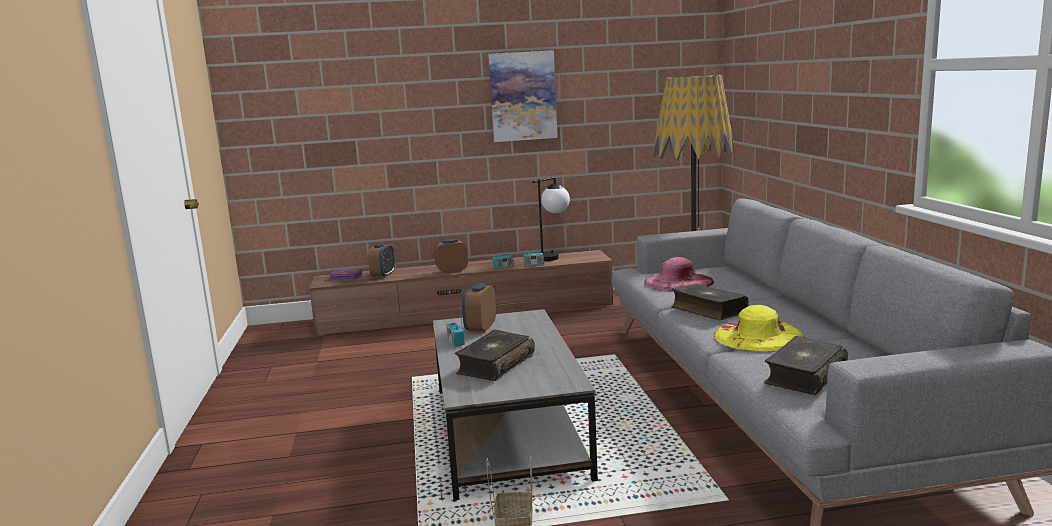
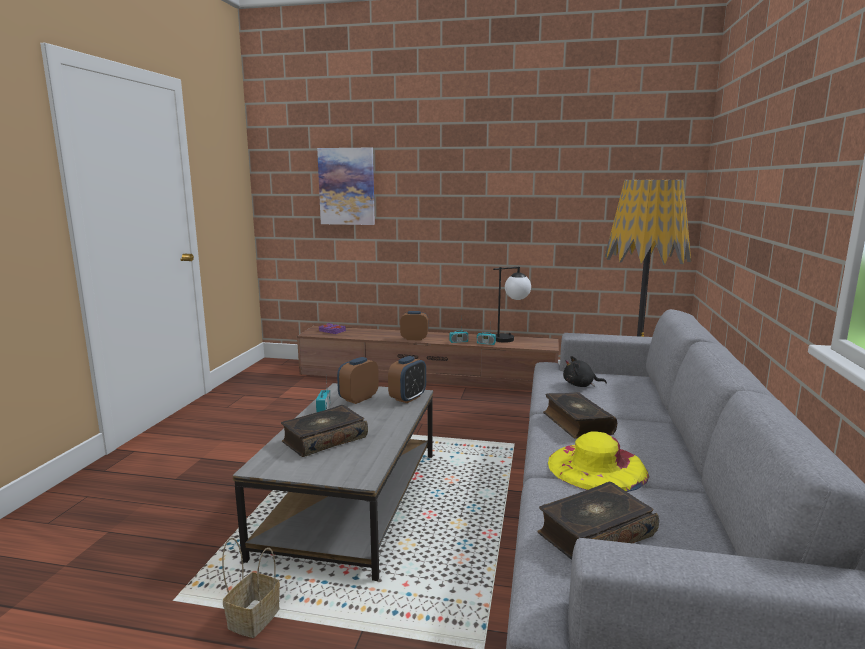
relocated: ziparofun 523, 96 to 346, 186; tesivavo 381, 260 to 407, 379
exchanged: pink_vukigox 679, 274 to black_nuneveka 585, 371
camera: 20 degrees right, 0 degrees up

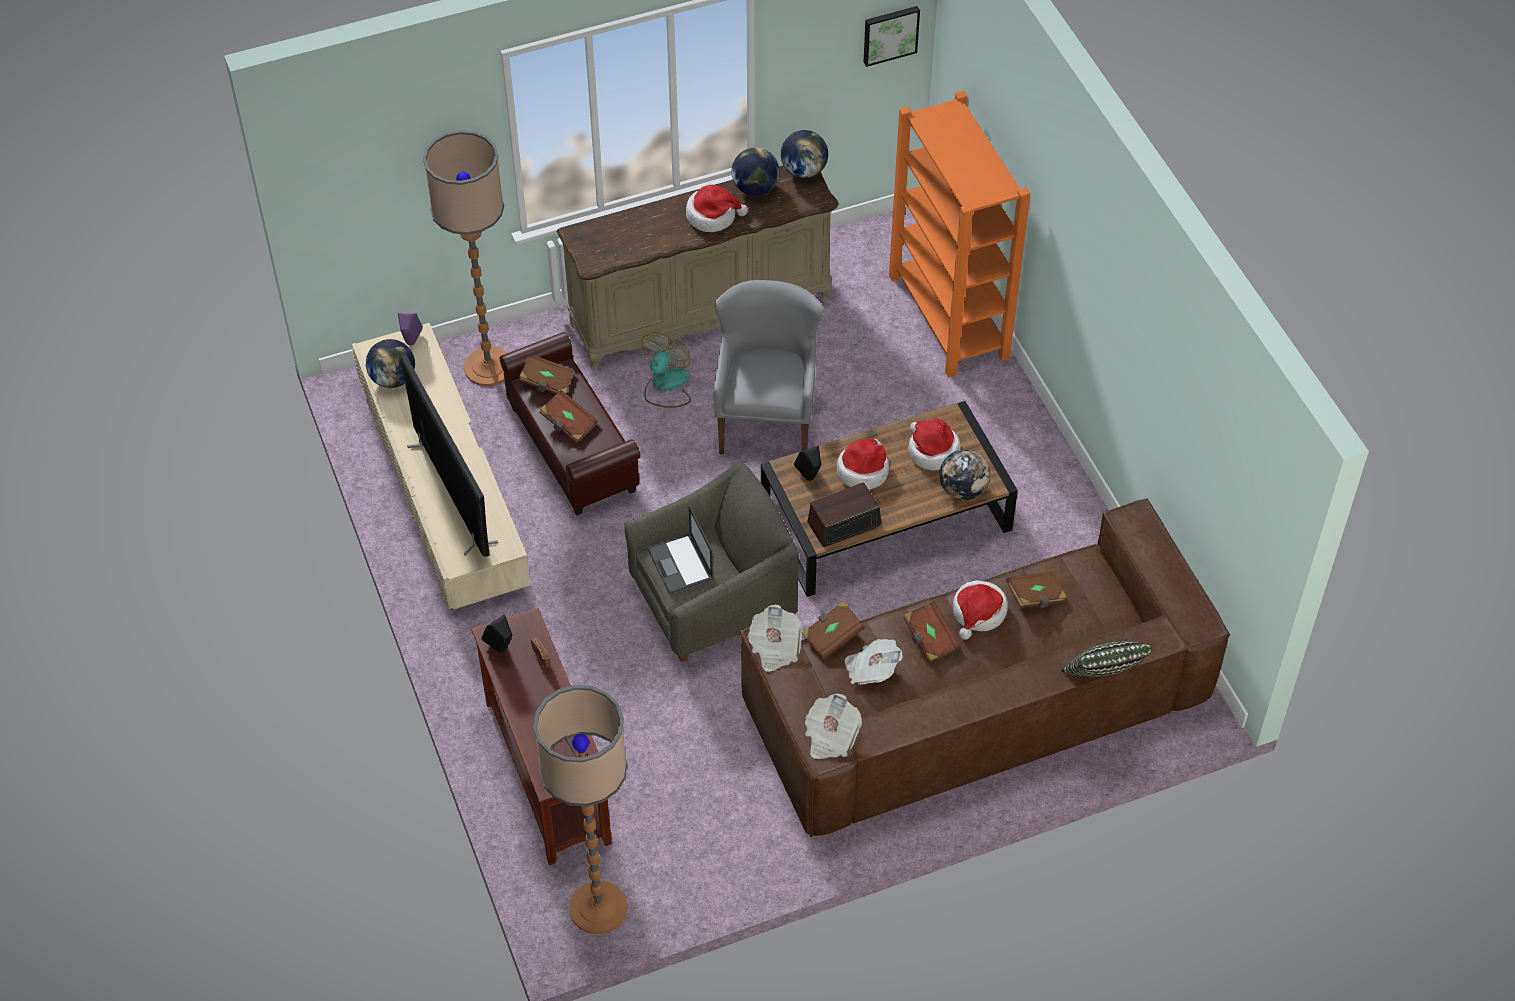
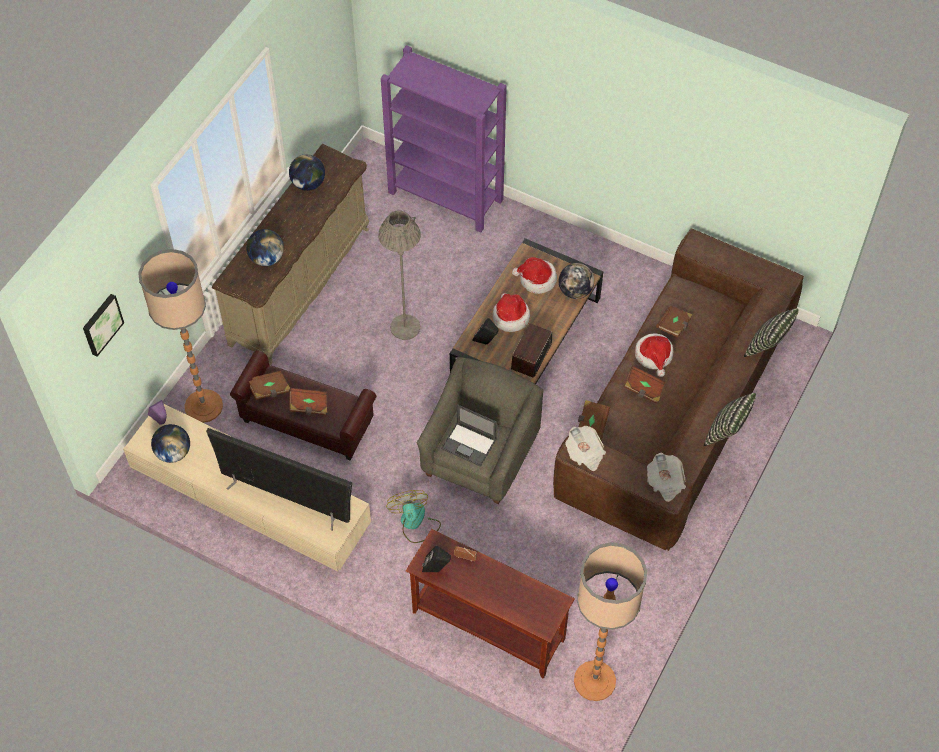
missing: vukigox 717, 208; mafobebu 874, 661
appeared: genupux 729, 419
relocated: ziparofun 891, 36 to 103, 325; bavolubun 804, 154 to 265, 247; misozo 666, 370 to 413, 516
exchanged: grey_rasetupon 769, 367 to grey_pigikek 399, 275
colour: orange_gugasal 959, 234 to purple_gugasal 444, 138
camera: 40 degrees left, 5 degrees up

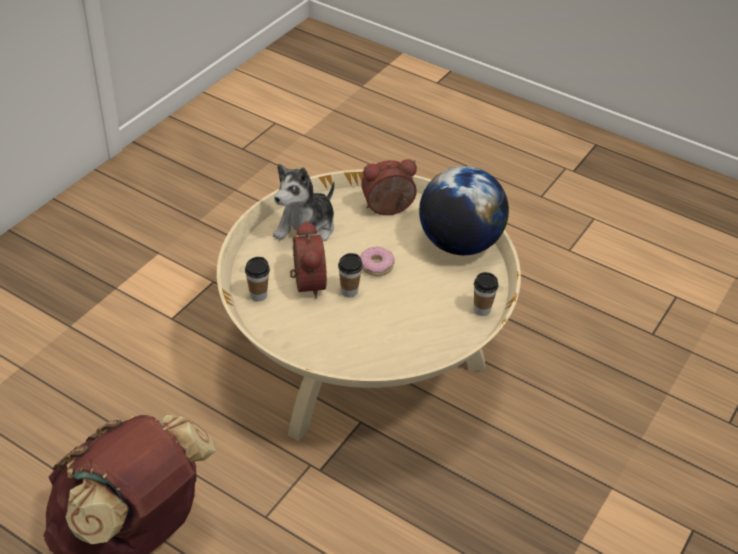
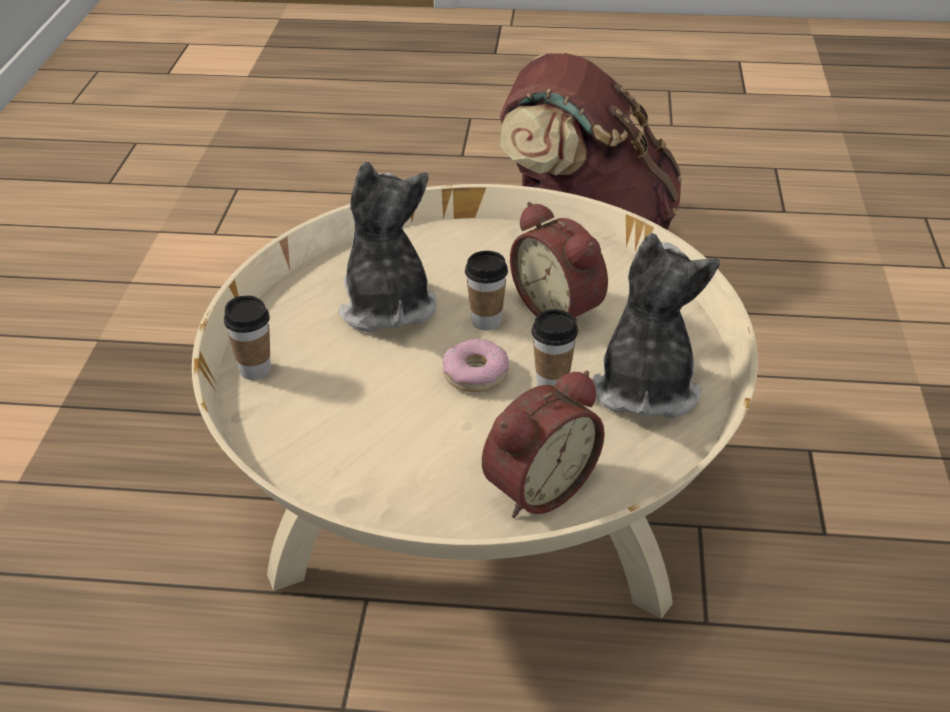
missing: bavolubun 464, 210
appeared: nuneveka 387, 246
relocated: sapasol 257, 279 to 554, 347
camera: 155 degrees right, 5 degrees down

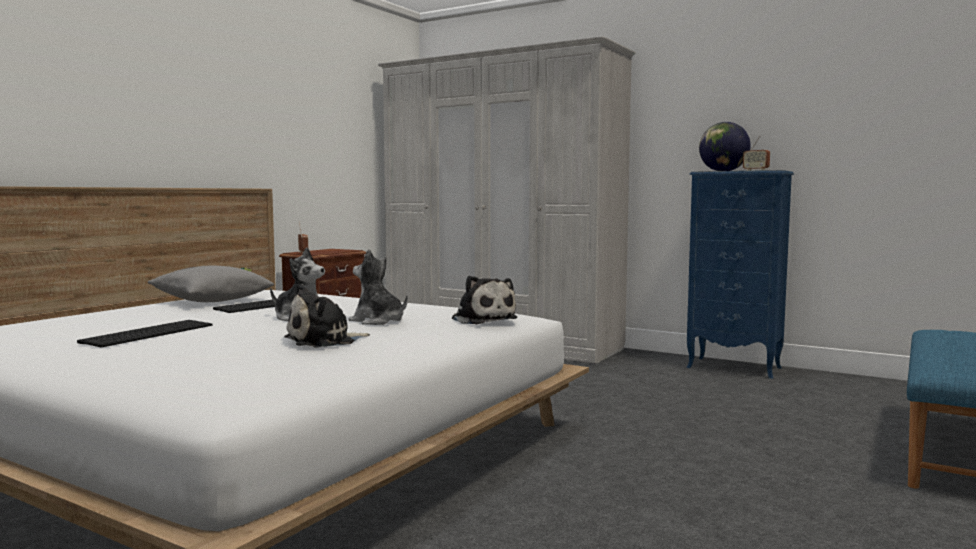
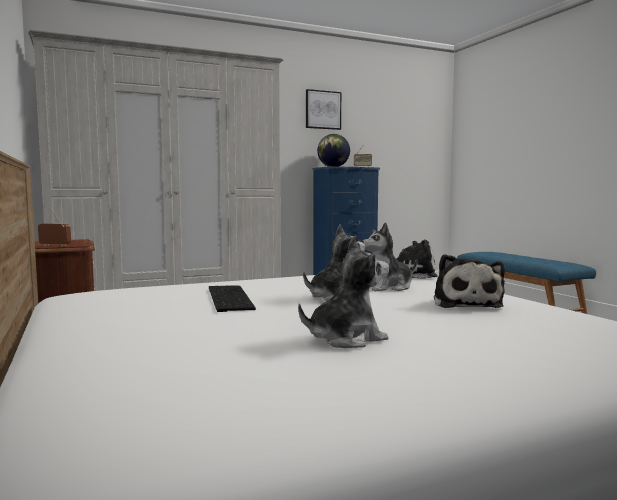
missing: grey_genupux 211, 284
appeared: ziparofun 323, 109
exchanged: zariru 144, 333 to nuneveka 343, 292
camera: 55 degrees left, 0 degrees up

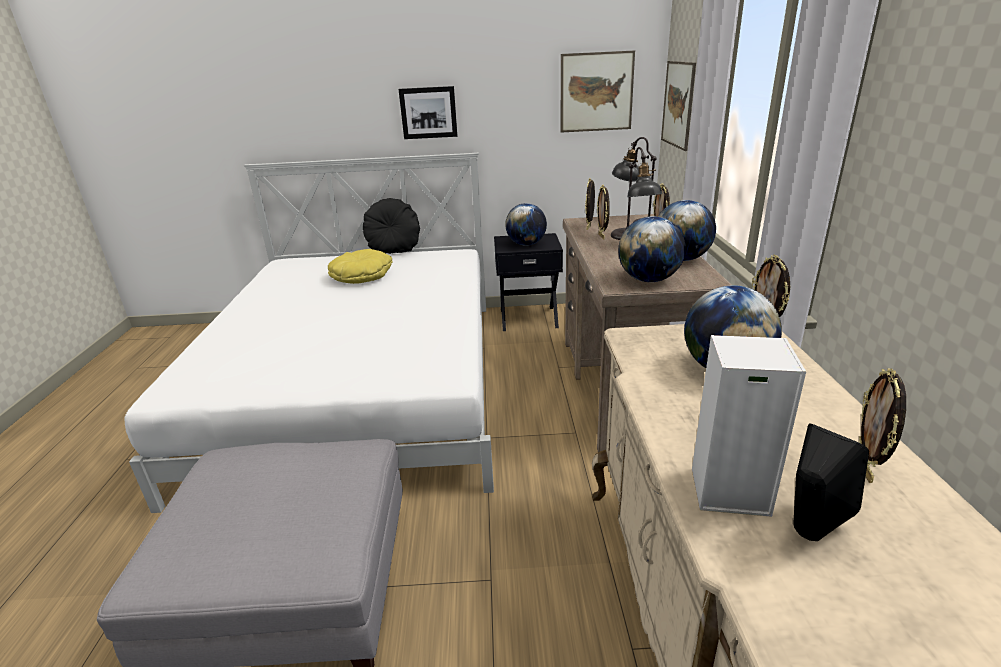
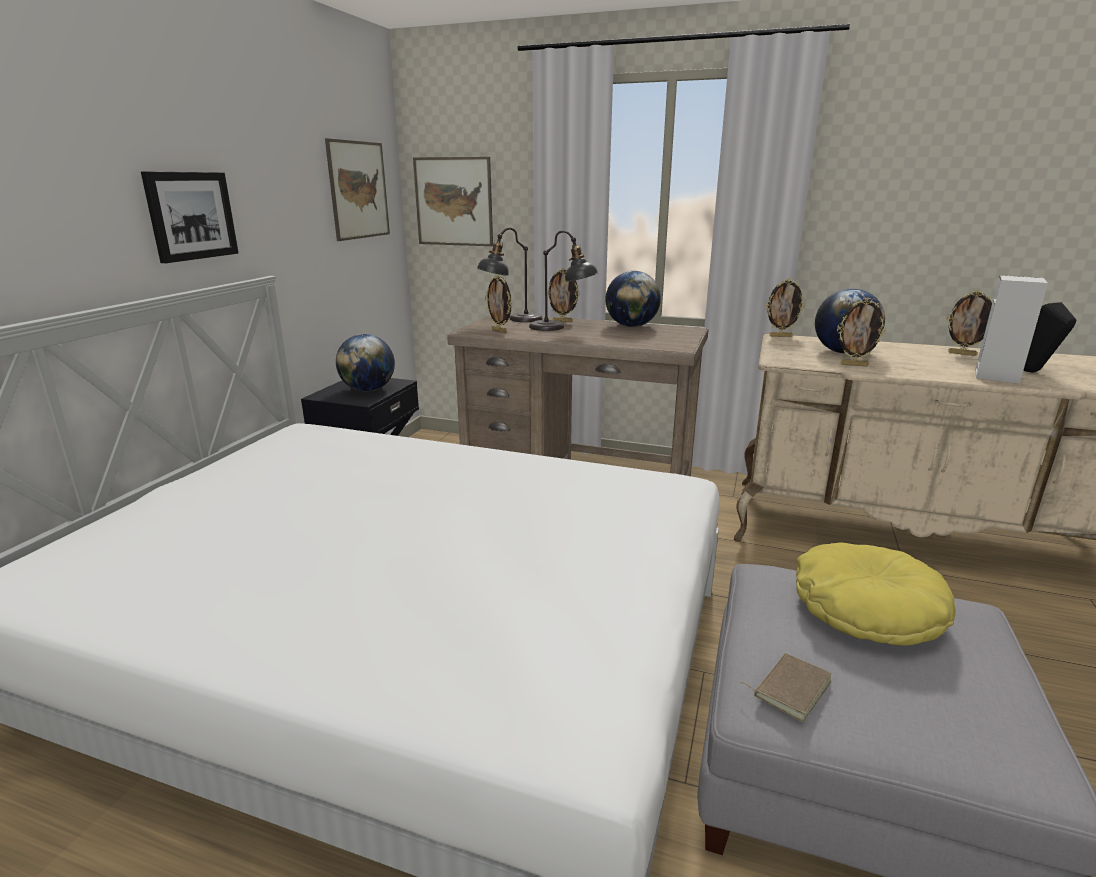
missing: black_genupux 391, 226; bavolubun 652, 249
appeared: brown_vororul 785, 687
relocated: yellow_genupux 360, 266 to 876, 594; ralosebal 603, 212 to 861, 331
camera: 70 degrees left, 5 degrees down

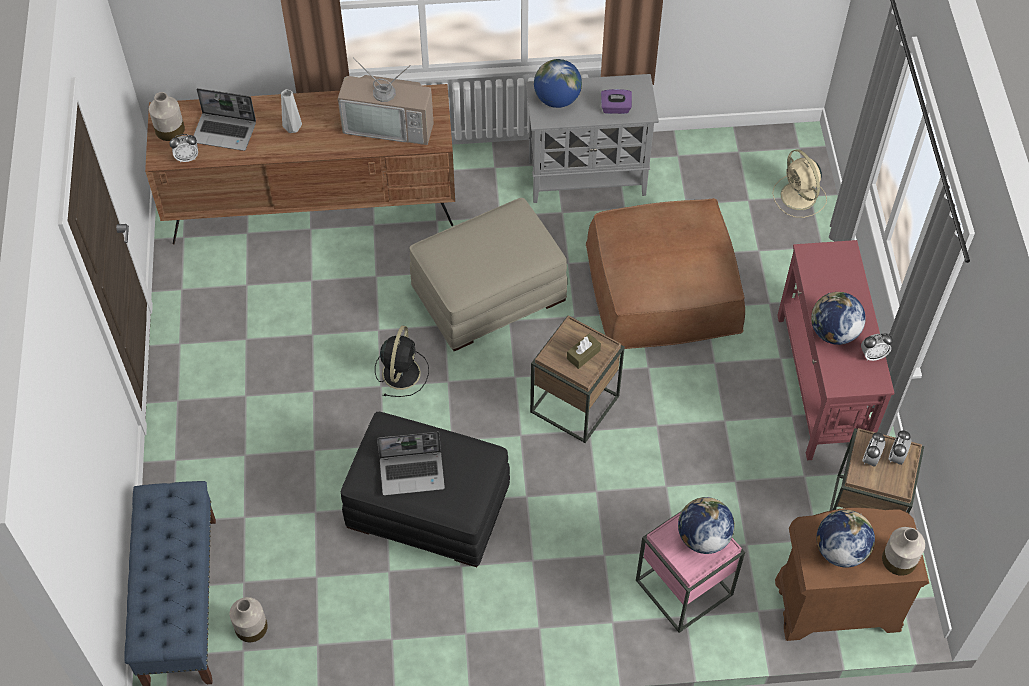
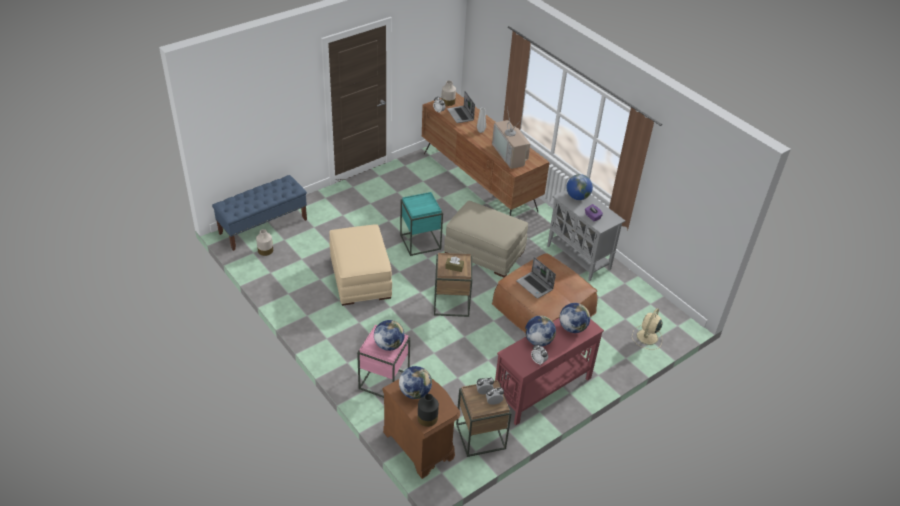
appeared: bavolubun 574, 318
relocated: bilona 411, 464 to 536, 278
exchanged: black_misozo 402, 361 to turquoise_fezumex 421, 224
colour: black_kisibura 425, 489 to beige_kisibura 360, 265; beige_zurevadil 903, 551 to black_zurevadil 428, 410
camera: 55 degrees right, 15 degrees down

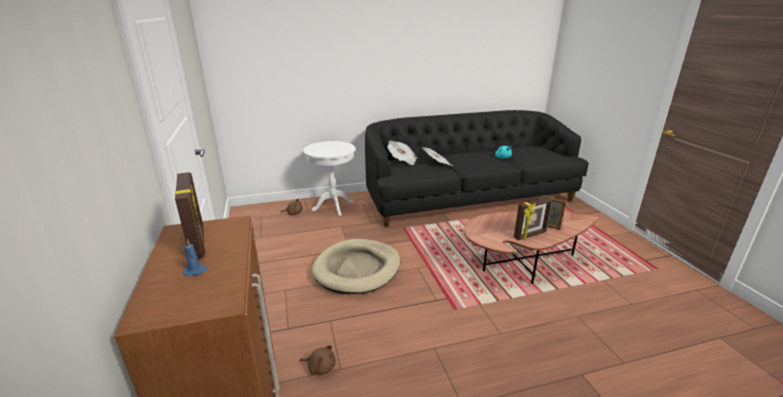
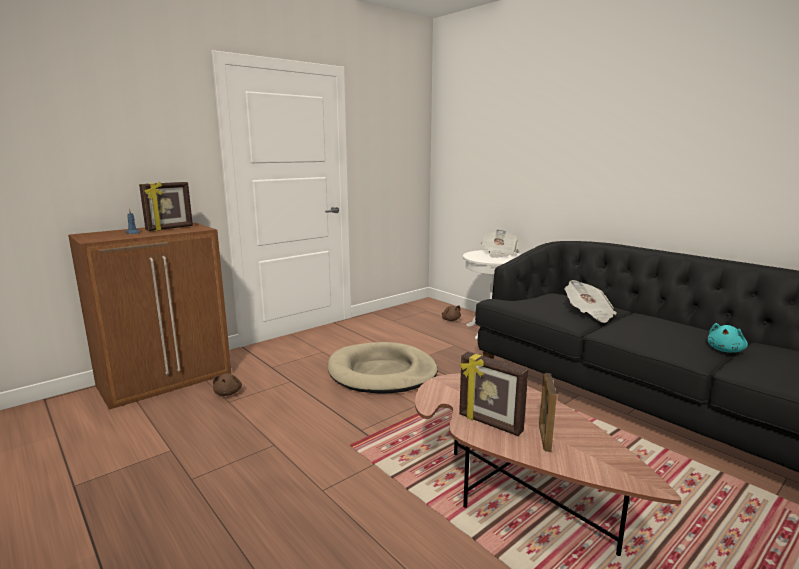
relocated: mafobebu 402, 153 to 500, 243
camera: 65 degrees right, 10 degrees down

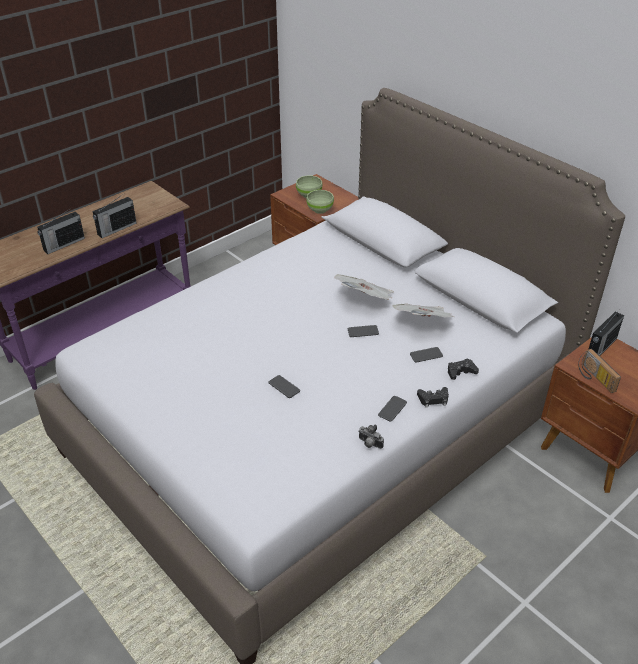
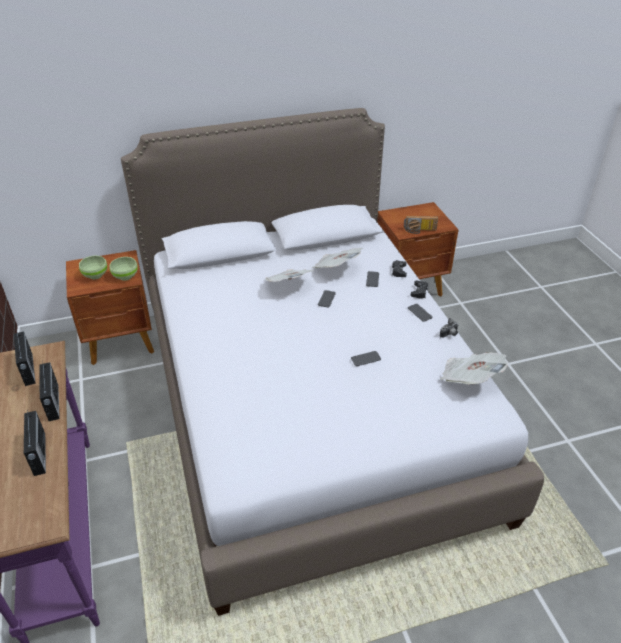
appeared: mafobebu 473, 368
relocated: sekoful 606, 332 to 25, 358
camera: 65 degrees left, 0 degrees up

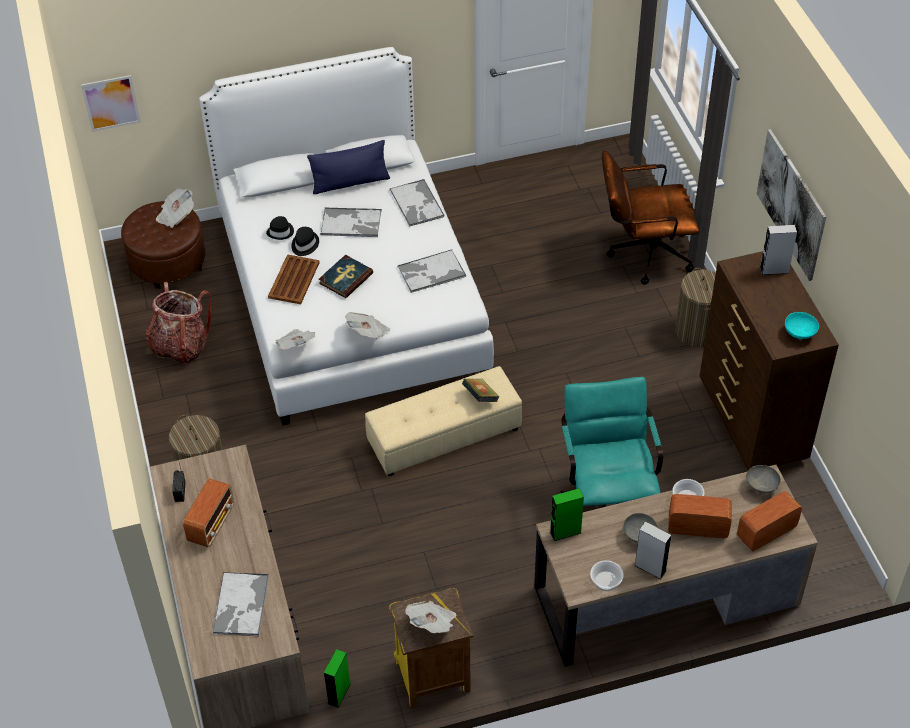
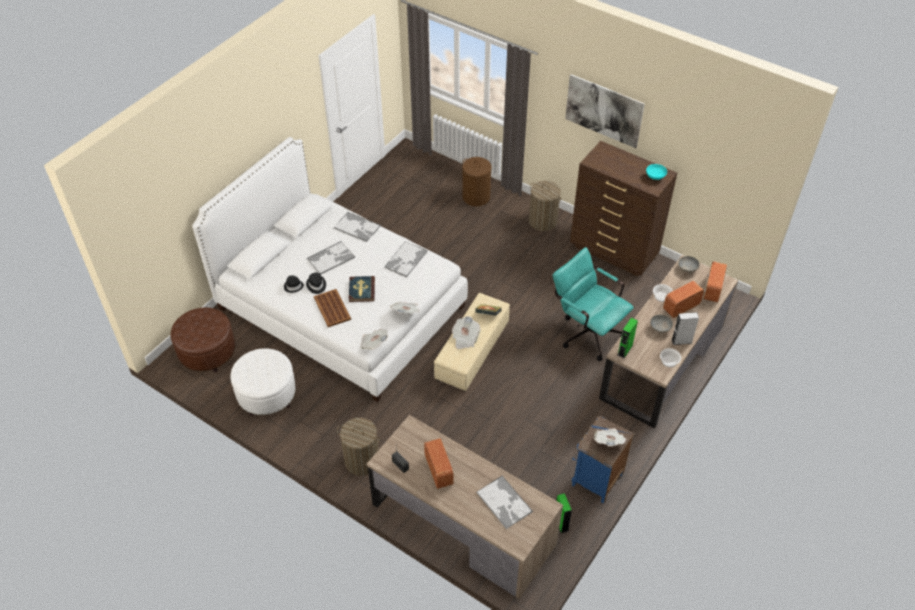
missing: ziparofun 111, 103; blue_genupux 348, 167; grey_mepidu 778, 250
relocated: mafobebu 175, 208 to 466, 332
exchanged: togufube 178, 323 to white_kisibura 263, 382; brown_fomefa 651, 217 to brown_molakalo 476, 181
colour: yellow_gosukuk 431, 648 to blue_gosukuk 603, 459
camera: 40 degrees left, 0 degrees up

